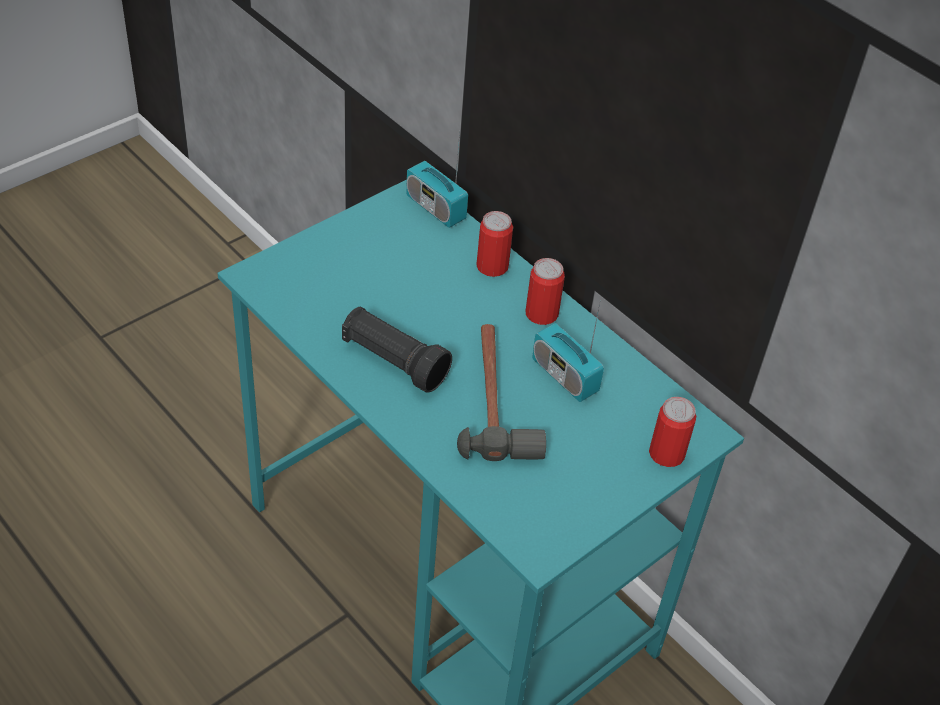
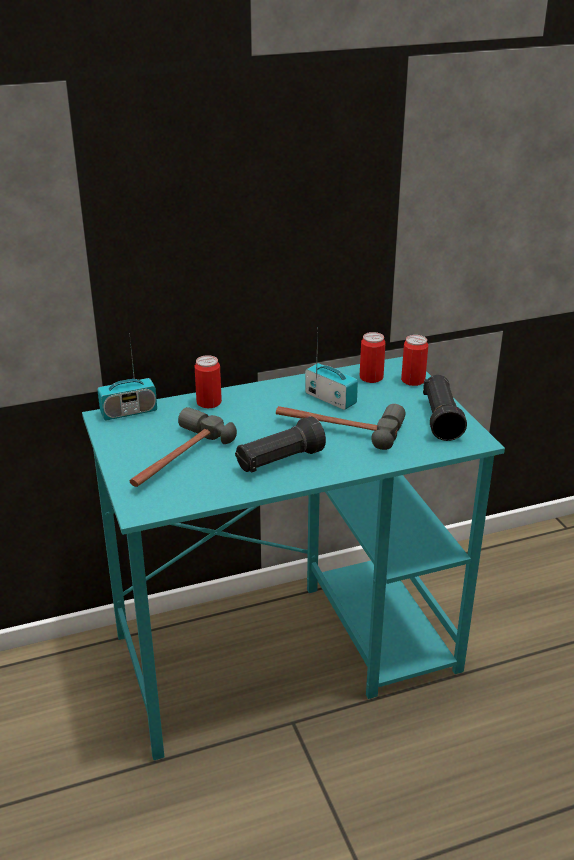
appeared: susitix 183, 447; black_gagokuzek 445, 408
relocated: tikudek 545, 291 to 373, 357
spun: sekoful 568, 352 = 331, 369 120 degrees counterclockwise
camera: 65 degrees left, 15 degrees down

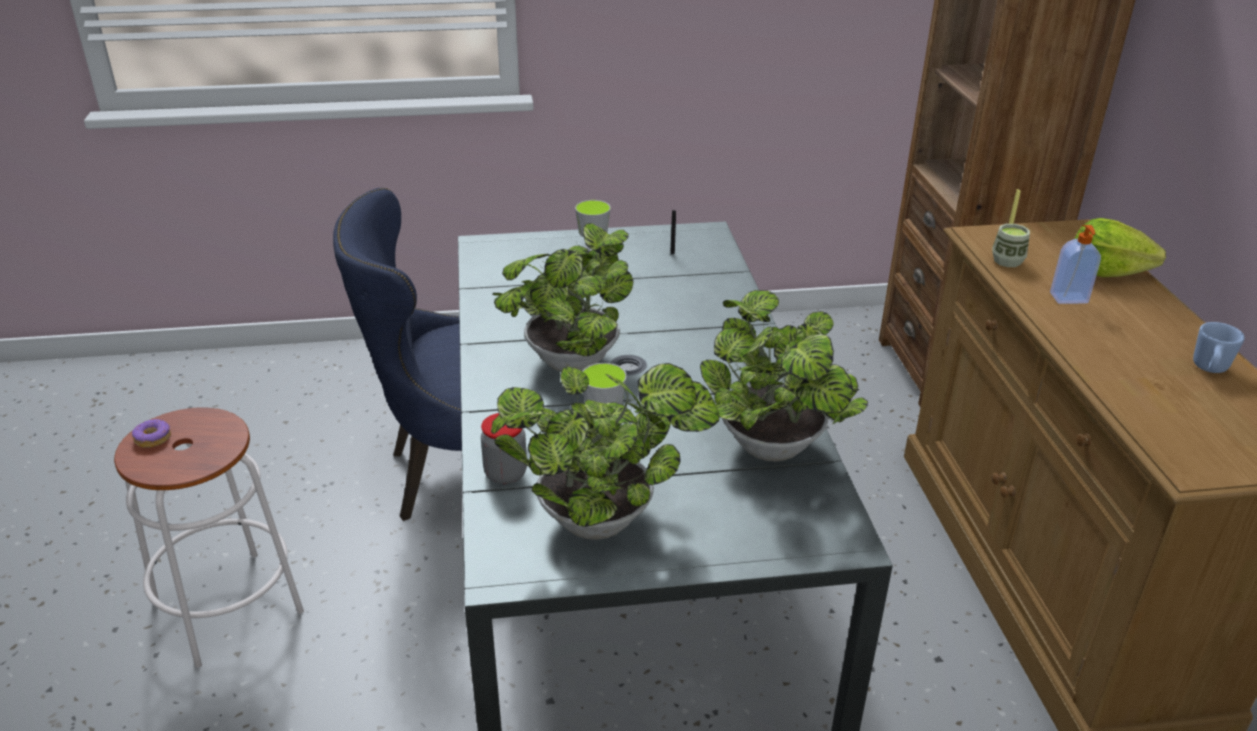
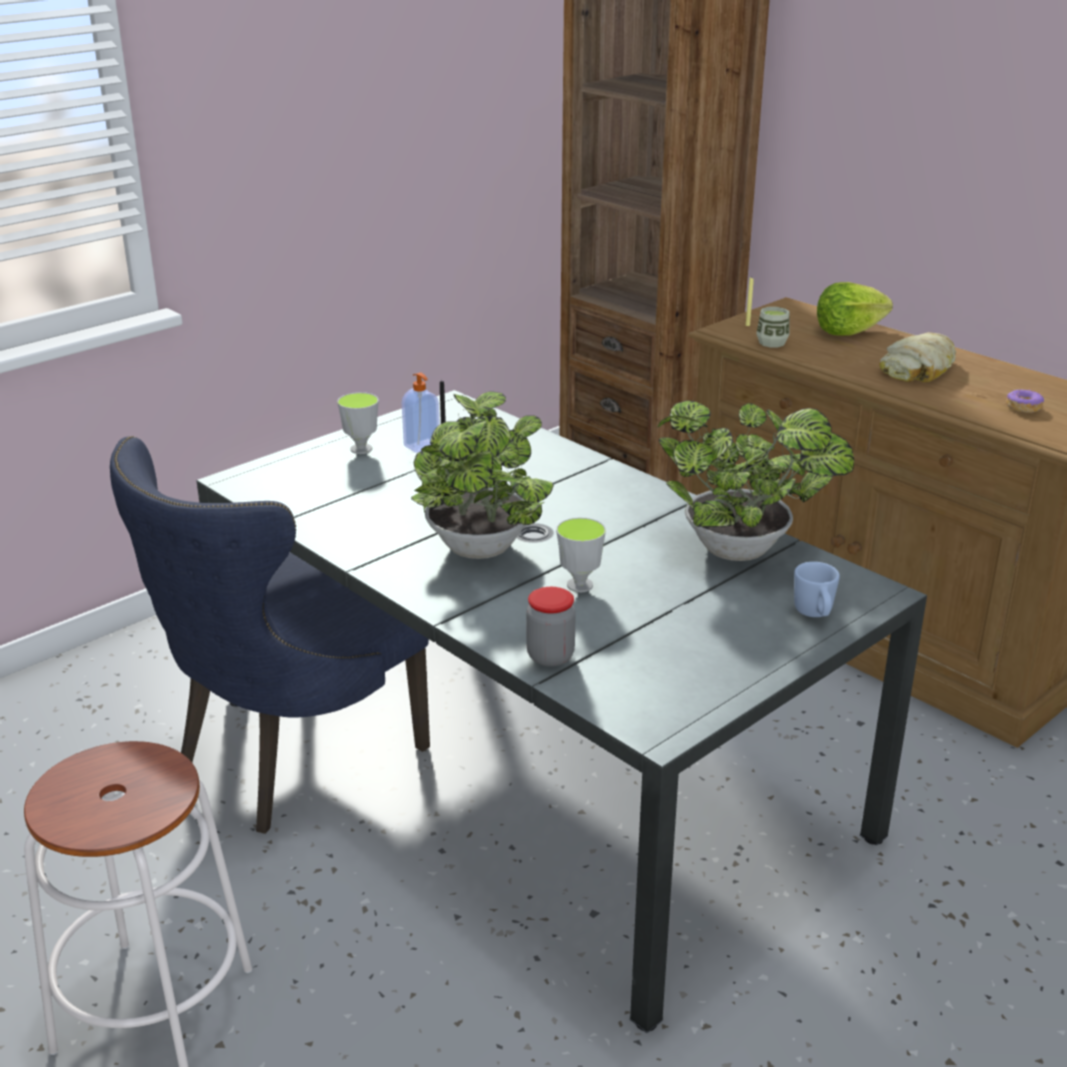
missing: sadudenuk 605, 451
appeared: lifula 917, 357
relocated: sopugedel 1075, 264 to 421, 412; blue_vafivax 1219, 347 to 817, 589; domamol 151, 433 to 1025, 401
camera: 35 degrees left, 5 degrees down

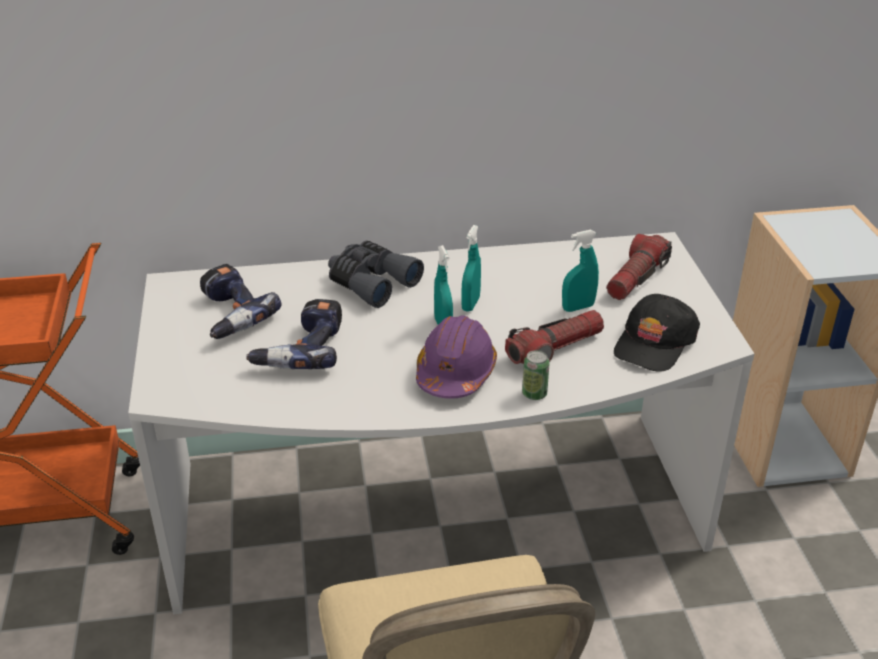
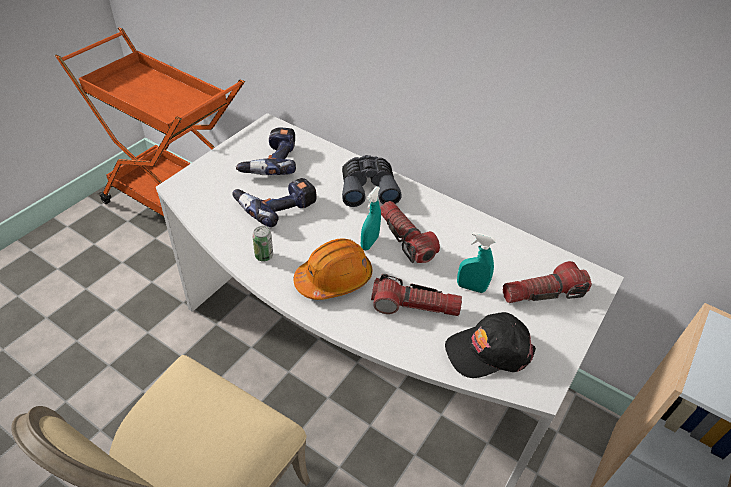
relocated: tikudek 536, 375 to 262, 243
exchanged: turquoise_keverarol 471, 268 to gagokuzek 410, 232
colour: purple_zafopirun 456, 357 to orange_zafopirun 333, 269
camera: 40 degrees right, 10 degrees up

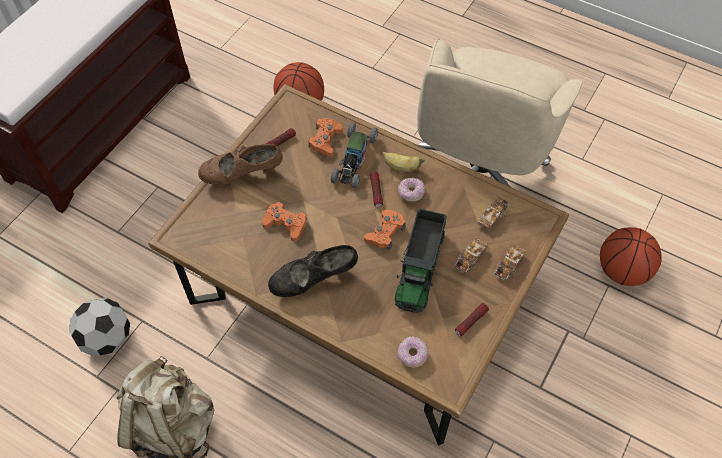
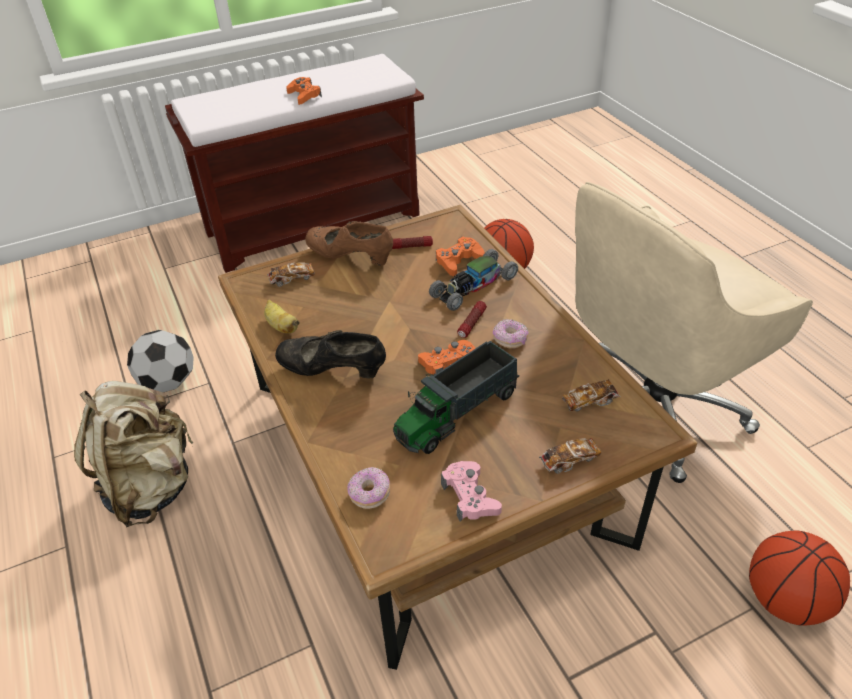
relocated: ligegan 403, 162 to 282, 316; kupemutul 471, 256 to 291, 274; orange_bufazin 284, 222 to 304, 91
exchanged: gagokuzek 472, 319 to pink_bufazin 471, 491
camera: 35 degrees right, 15 degrees down

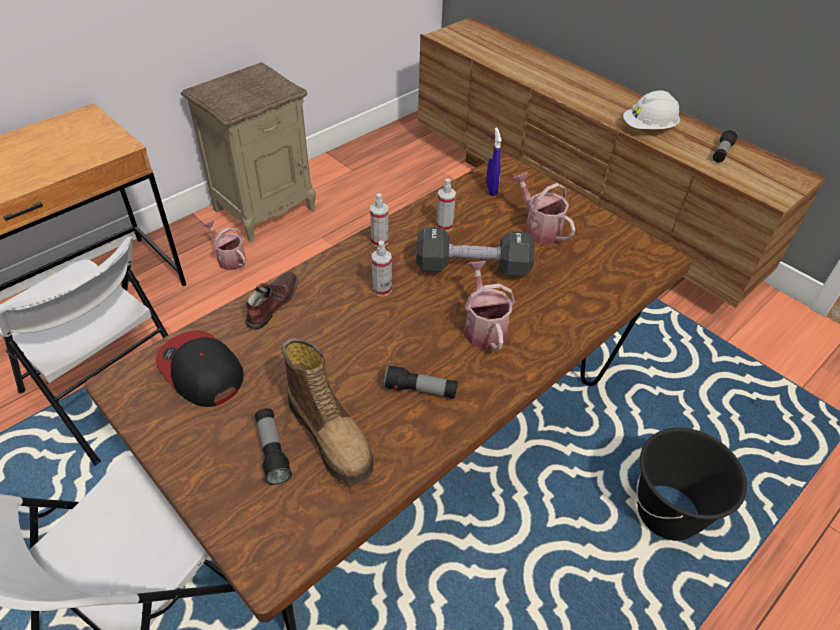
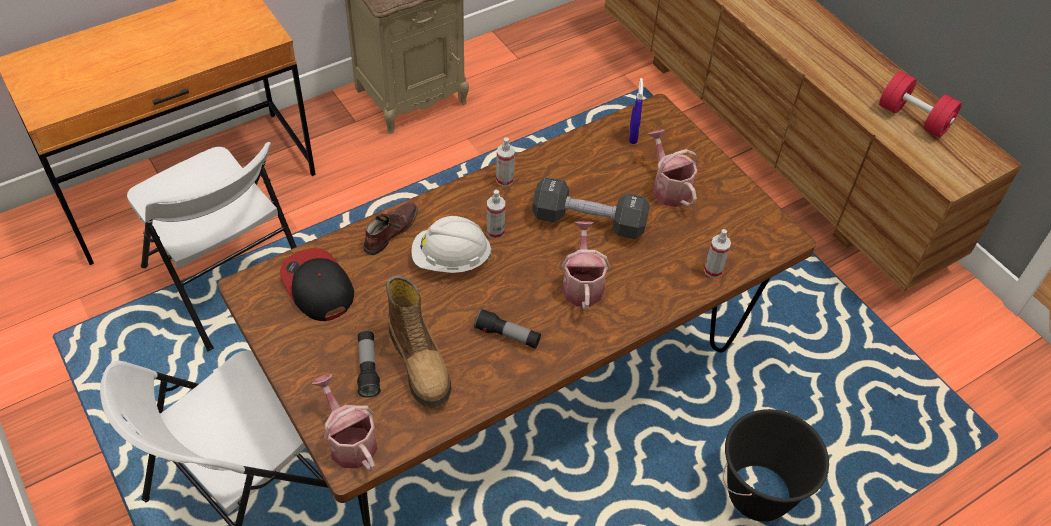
relocated: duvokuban 224, 245 to 345, 422; white_zafopirun 651, 109 to 451, 244; keverarol 446, 205 to 717, 253
exchanged: gagokuzek 725, 145 to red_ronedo 920, 104
camera: 10 degrees right, 5 degrees up

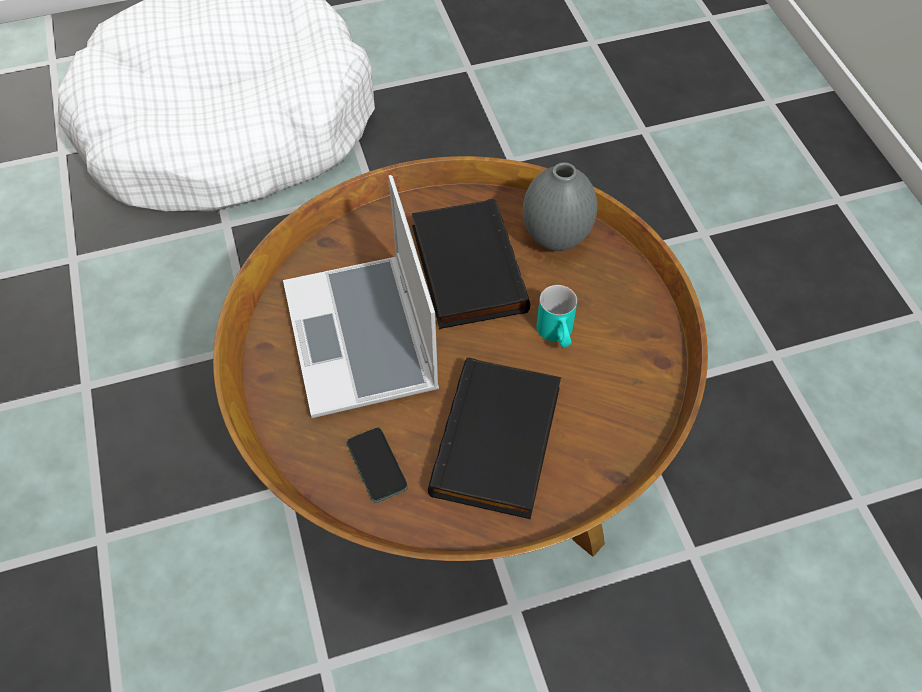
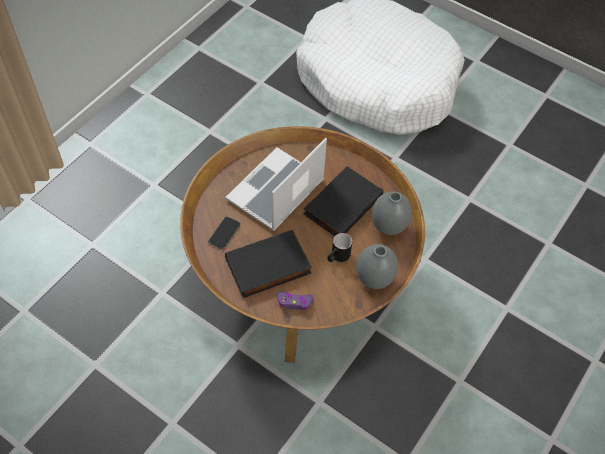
appeared: purple_bufazin 295, 300; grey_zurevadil 377, 266
colour: turquoise_vafivax 557, 316 to black_vafivax 339, 247
camera: 50 degrees right, 0 degrees up

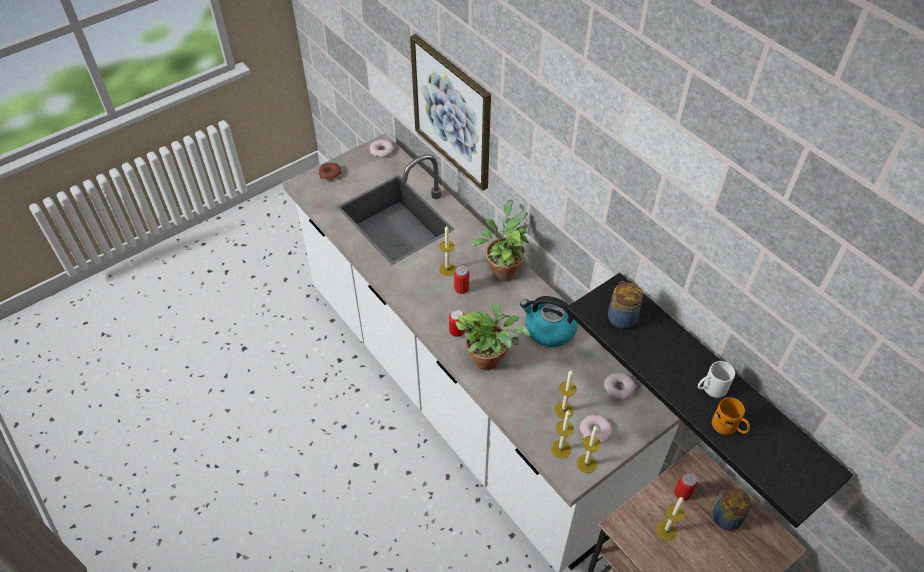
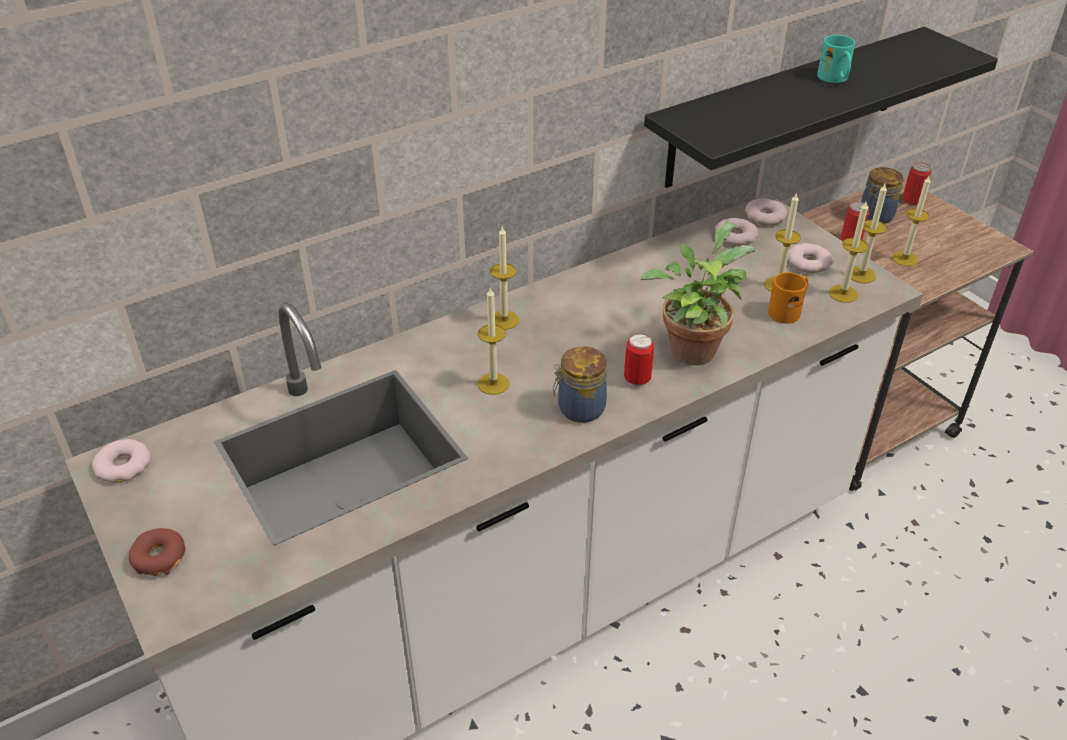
missing: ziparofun 450, 112; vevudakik 549, 321
appeared: domamol 766, 212
relocated: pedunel 625, 305 to 580, 384; orange_vafivax 731, 416 to 788, 298; tikudek 461, 279 to 916, 183
exchanged: sadudenuk 500, 241 to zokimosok 504, 278
colour: white_vafivax 716, 379 to turquoise_vafivax 836, 59
camera: 85 degrees left, 10 degrees down

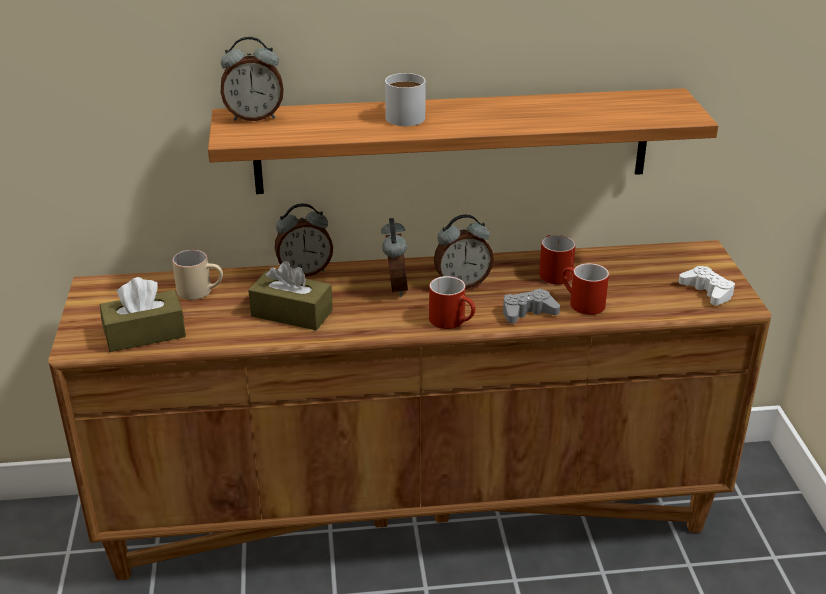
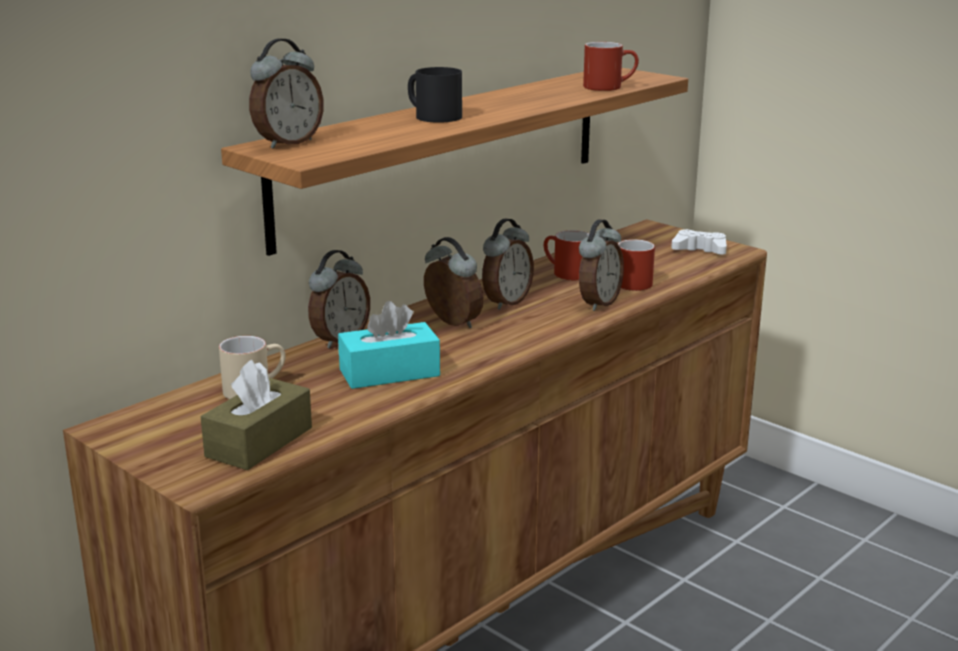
relocated: red_vafivax 452, 302 to 611, 66
exchanged: grey_bufazin 531, 306 to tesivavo 601, 265
colour: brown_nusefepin 290, 296 to turquoise_nusefepin 389, 345; white_vafivax 405, 99 to black_vafivax 435, 95
camera: 40 degrees left, 10 degrees down

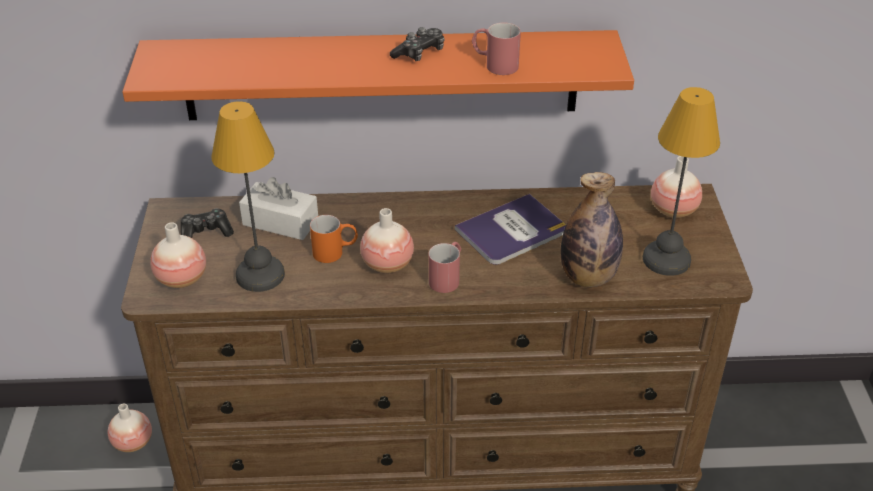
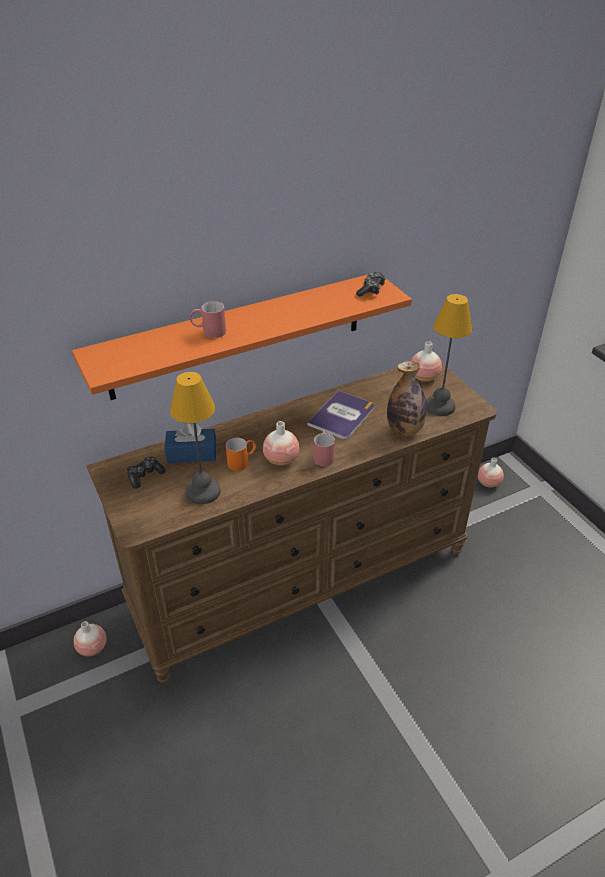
relocated: red_vafivax 496, 48 to 208, 319; bufazin 417, 44 to 371, 284; zurevadil 178, 255 to 491, 473
colour: white_nusefepin 278, 208 to blue_nusefepin 190, 443
camera: 25 degrees left, 0 degrees up

